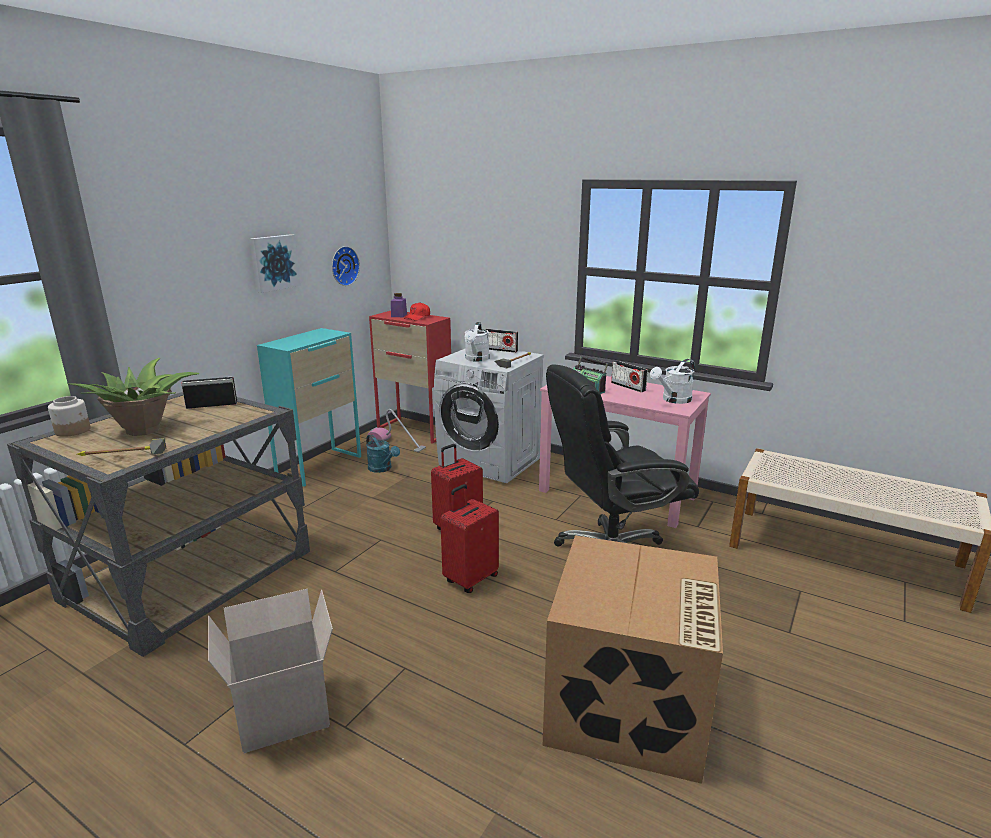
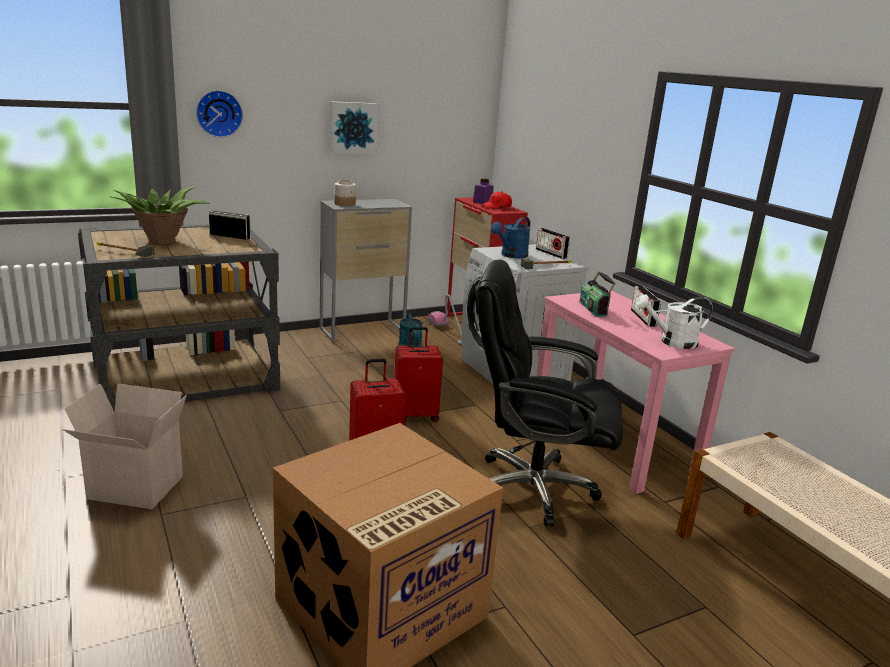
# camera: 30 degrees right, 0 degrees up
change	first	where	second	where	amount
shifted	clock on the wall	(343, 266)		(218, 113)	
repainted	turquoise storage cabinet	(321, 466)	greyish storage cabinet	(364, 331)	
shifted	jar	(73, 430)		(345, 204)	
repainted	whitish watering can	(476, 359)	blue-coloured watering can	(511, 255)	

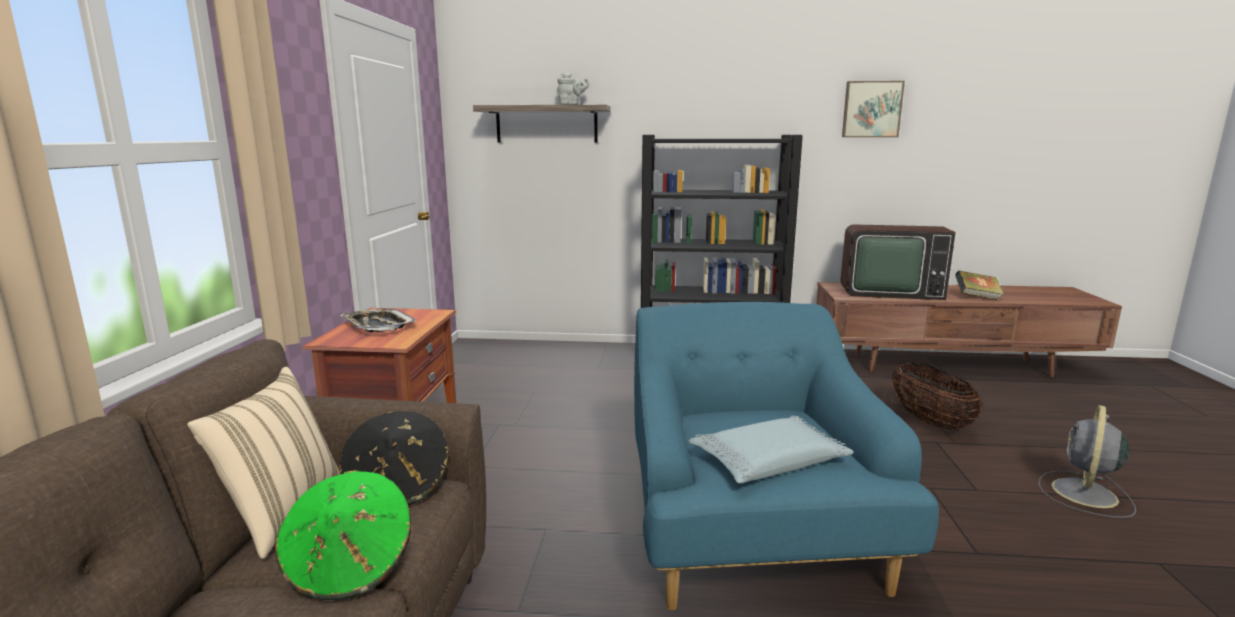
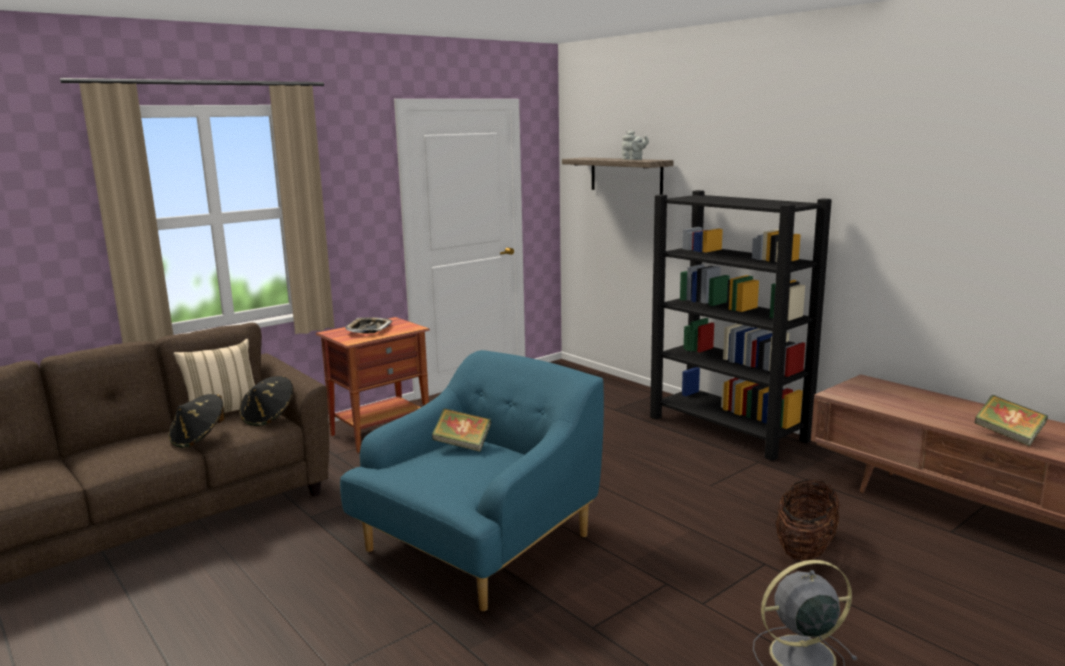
# camera: 45 degrees right, 0 degrees up
change	first	where	second	where	amount
repainted	green-coloured clothing hat	(350, 566)	blackish clothing hat	(199, 438)	
new			book	(462, 445)	
gone	blue-coloured throw pillow	(769, 457)			
gone	television	(888, 291)			
gone	wall picture	(871, 109)			

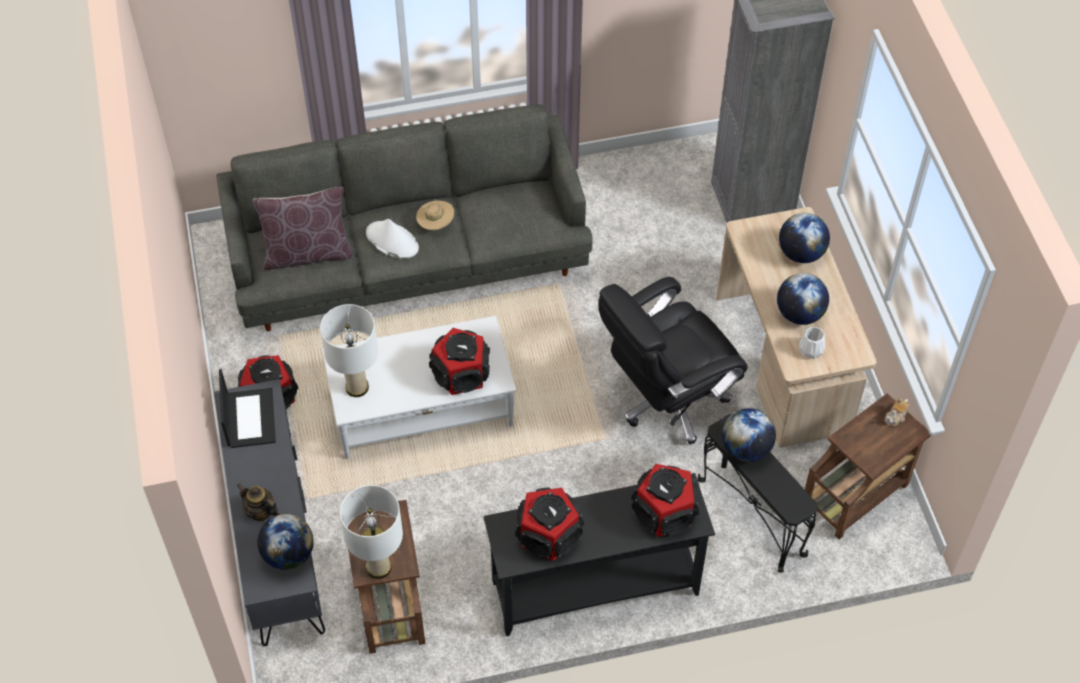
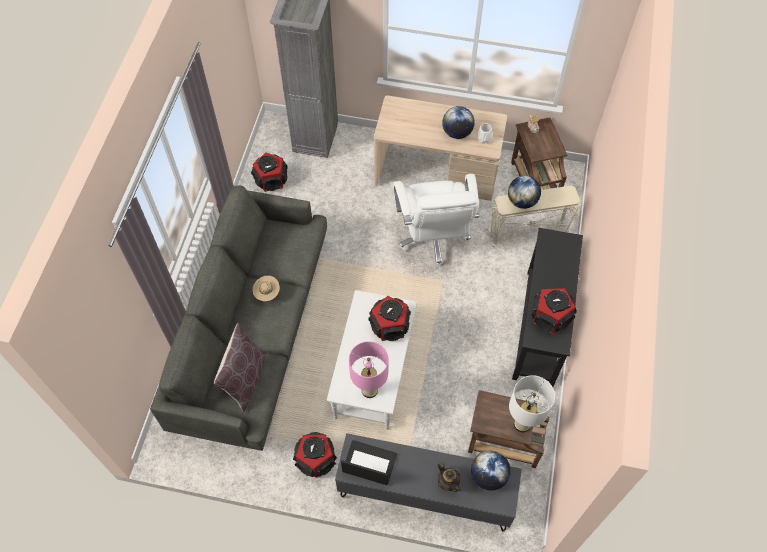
# camera: 65 degrees left, 5 degrees up
change	first	where	second	where	amount
shifted	audio speaker	(665, 513)		(272, 180)	
repainted	whitish lamp for a table	(357, 387)	pink lamp for a table	(369, 390)	
repainted	blackish desk chair	(666, 403)	whitish desk chair	(434, 240)	
rotated	tea pot	(260, 512)		(448, 482)	90 degrees counterclockwise
repainted	blackish accent table	(751, 518)	beige-coloured accent table	(528, 234)	
gone	whitish clothing hat	(392, 240)			
gone	desk globe	(801, 253)			

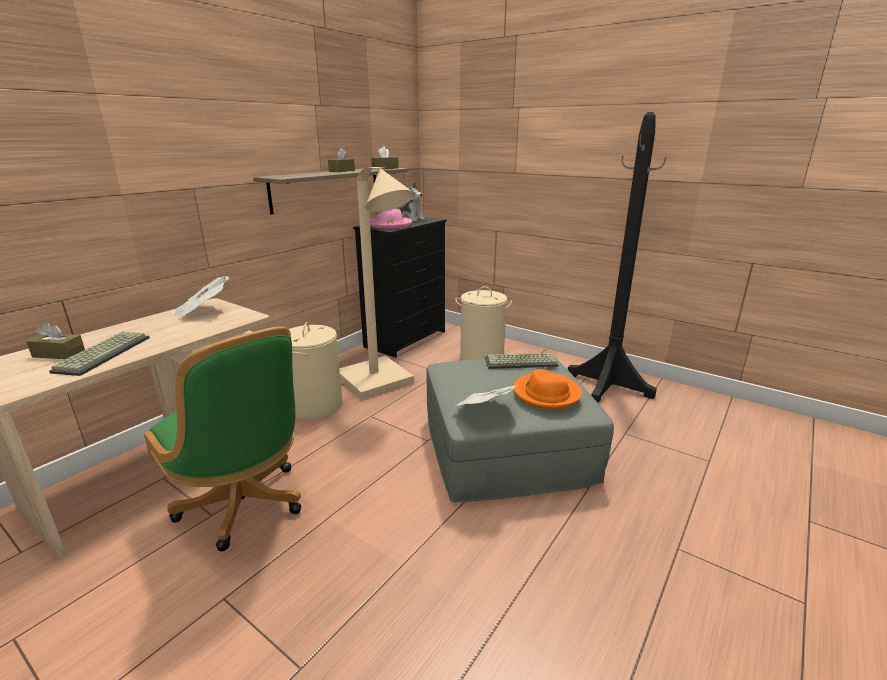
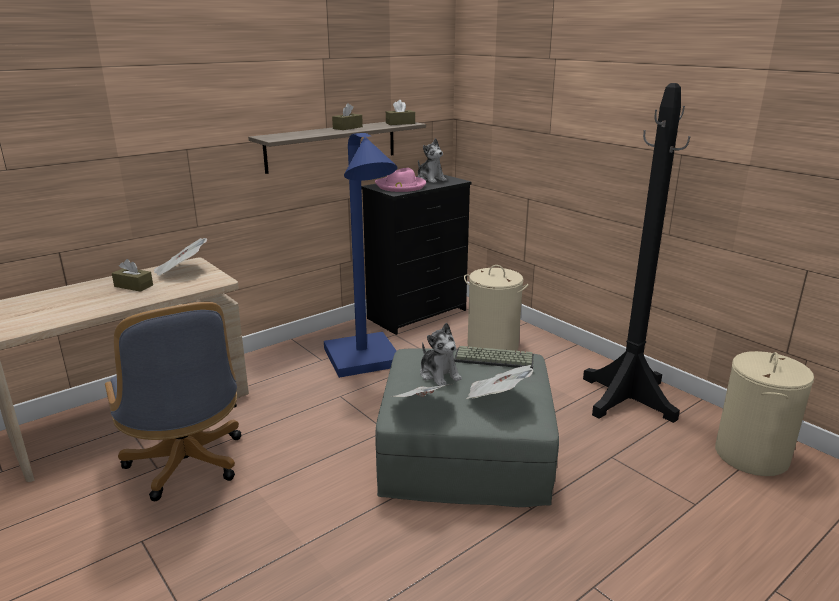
# camera: 15 degrees right, 0 degrees up
change	first	where	second	where	amount
repainted	green-coloured desk chair	(248, 510)	blue-coloured desk chair	(189, 469)	
shifted	brownish box of tissues	(59, 354)		(133, 286)	
repainted	beige-coloured standard lamp	(380, 384)	blue-coloured standard lamp	(365, 363)	
new			soft toy	(439, 375)	
swapped	orangey clothing hat	(546, 393)	newspaper	(497, 397)	
shifted	beige-coloured washing basket	(315, 406)		(751, 455)	
gone	PC keyboard	(103, 353)			

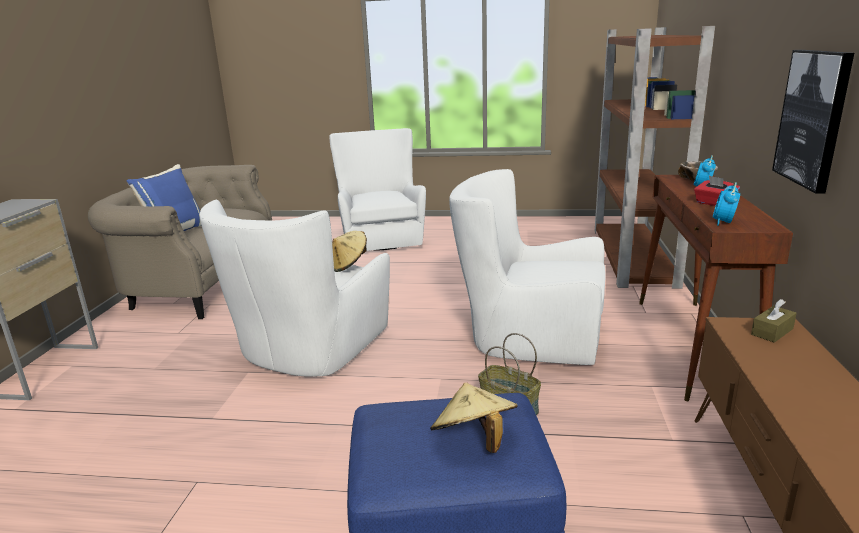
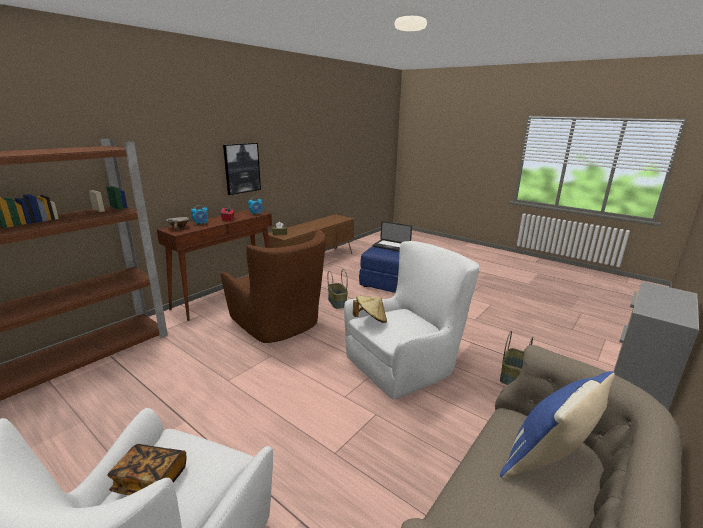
# camera: 150 degrees left, 0 degrees up
change	first	where	second	where	amount
new			book	(151, 480)	
repainted	whitish easy chair	(529, 337)	brownish easy chair	(279, 325)	
swapped	beige-coloured clothing hat	(474, 441)	laptop	(391, 246)	
new			storage basket	(512, 376)	

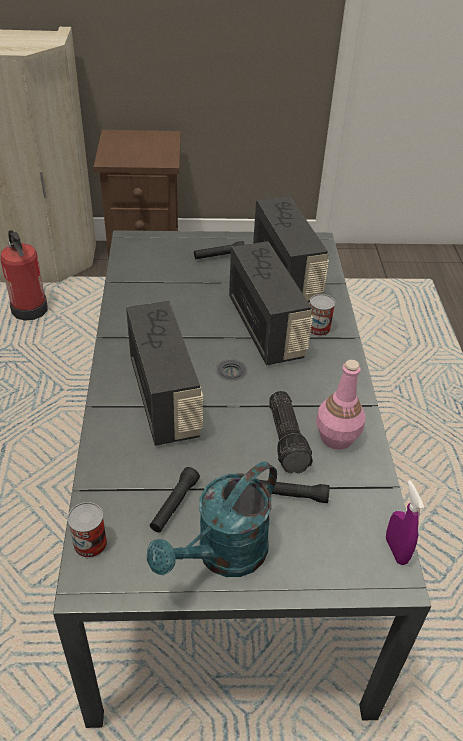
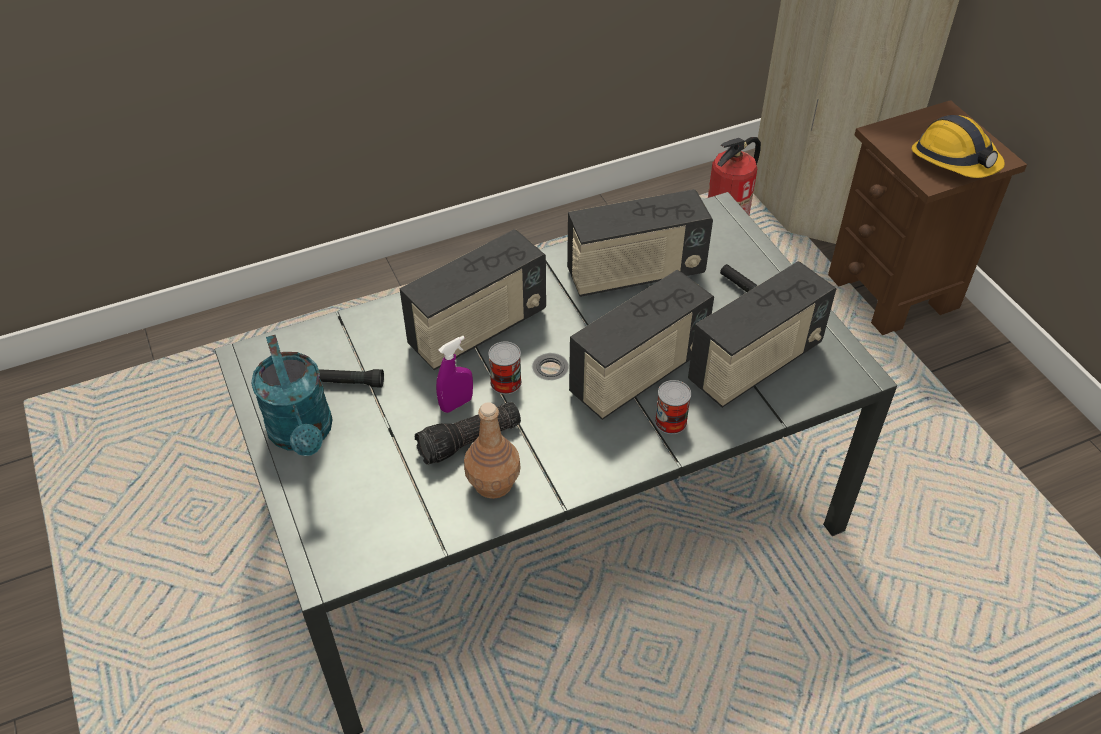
# camera: 70 degrees right, 5 degrees up
change	first	where	second	where	amount
rotated	turquoise watering can	(223, 556)		(303, 434)	135 degrees counterclockwise
shifted	purplish spray bottle	(396, 550)		(456, 404)	
repainted	pink drink bottle	(336, 437)	brownish drink bottle	(493, 482)	
shifted	sealed can	(90, 543)		(506, 382)	
new			radio	(635, 274)	
new			hard hat	(954, 160)	
gone	blackish hand torch	(290, 495)			

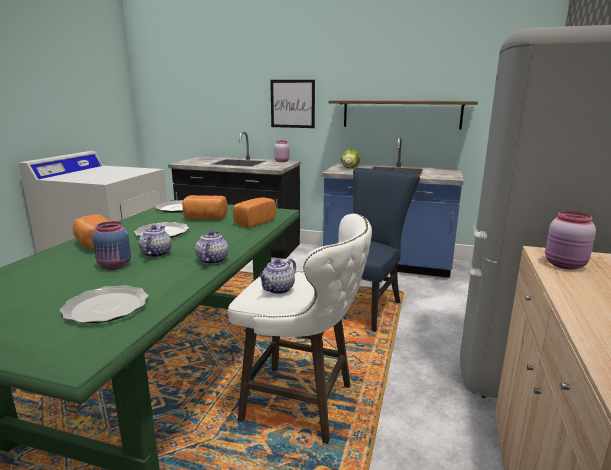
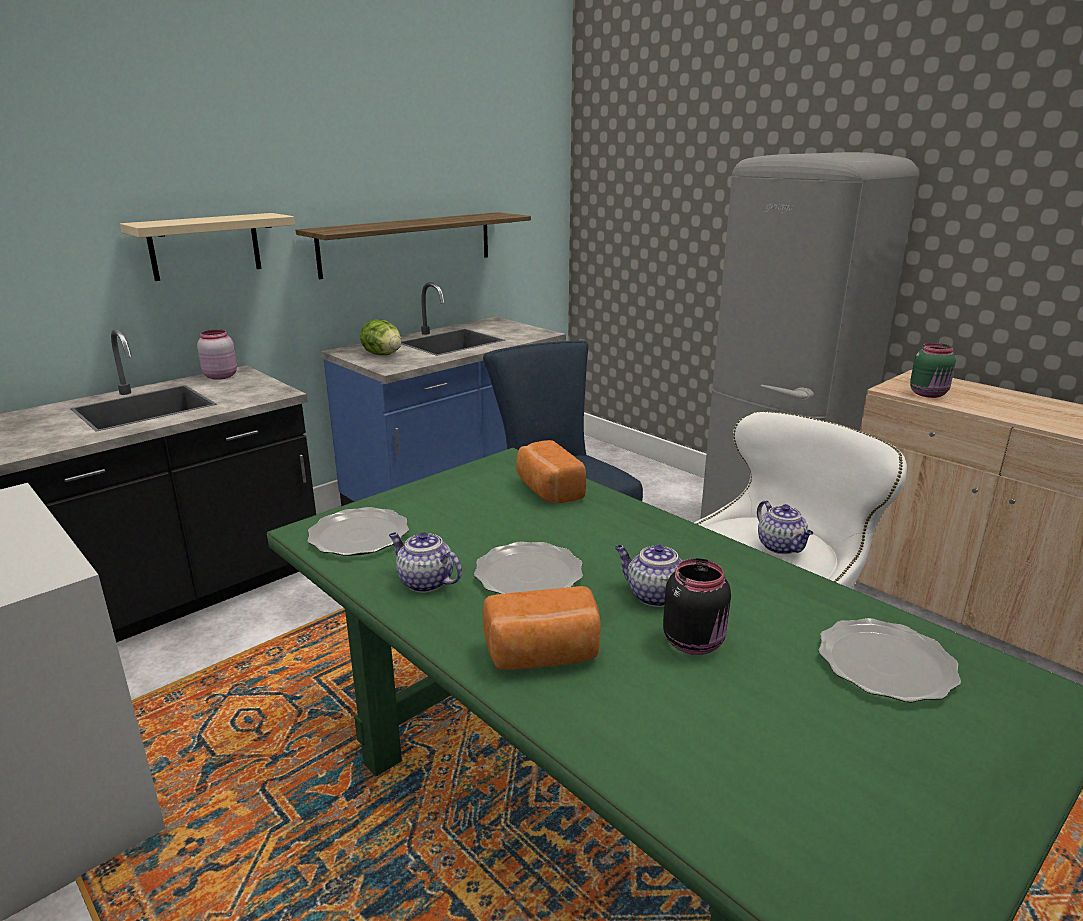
# camera: 60 degrees left, 5 degrees up
change	first	where	second	where	amount
swapped	wall picture	(292, 104)	beige-coloured bracket shelf	(205, 246)	
shifted	tea pot	(212, 260)		(424, 582)	
repainted	blue-coloured jar	(115, 266)	blackish jar	(695, 642)	
repainted	pink jar	(565, 265)	green-coloured jar	(929, 394)	
gone	baked bread	(204, 218)			

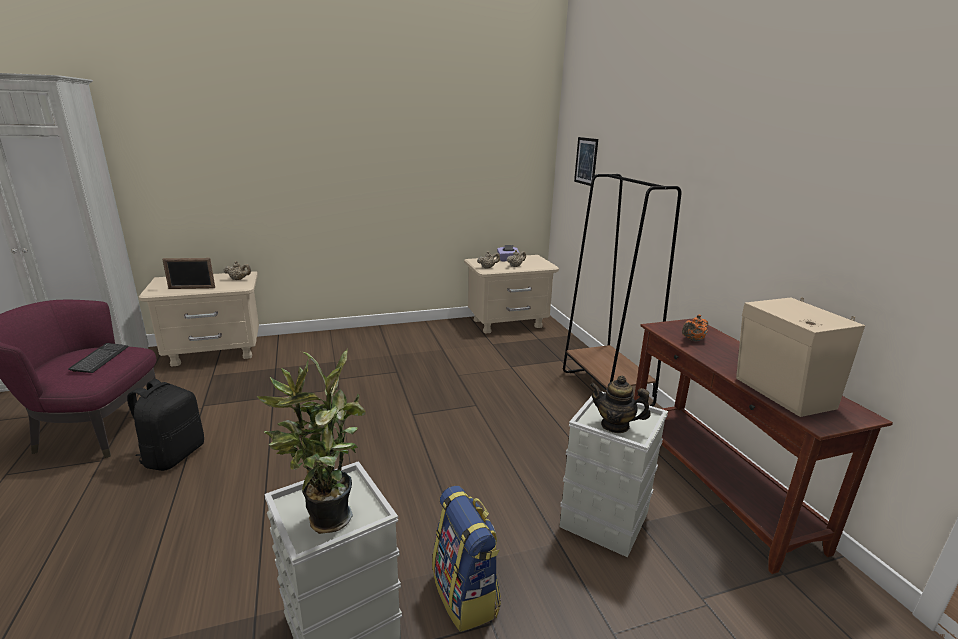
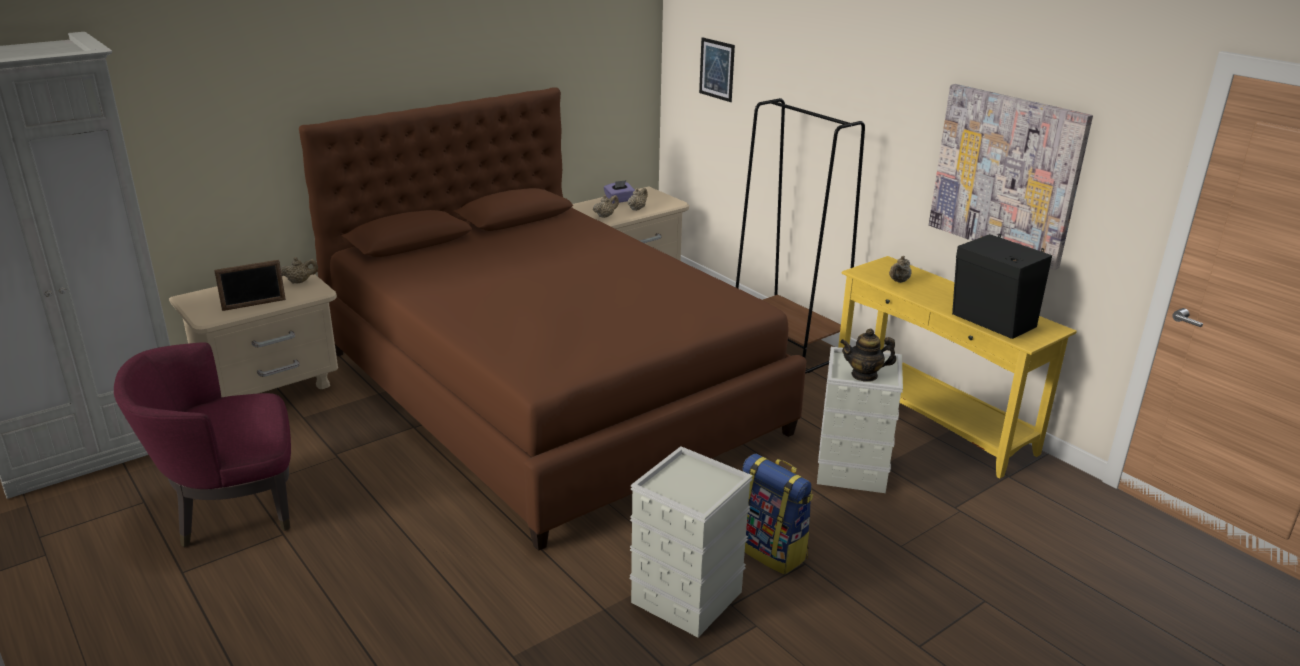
# camera: 20 degrees left, 5 degrees up
change	first	where	second	where	amount
new			brownish bedroom bed	(549, 391)	
repainted	brownish narrow table	(716, 485)	yellow narrow table	(932, 420)	
repainted	orangey tea pot	(693, 340)	beige-coloured tea pot	(898, 281)	
new			wall picture	(1006, 174)	
repainted	beige-coloured audio speaker	(782, 394)	blackish audio speaker	(992, 322)	
gone	PC keyboard	(100, 359)			
gone	blackish knapsack	(173, 455)			
gone	houseplant	(325, 521)			

